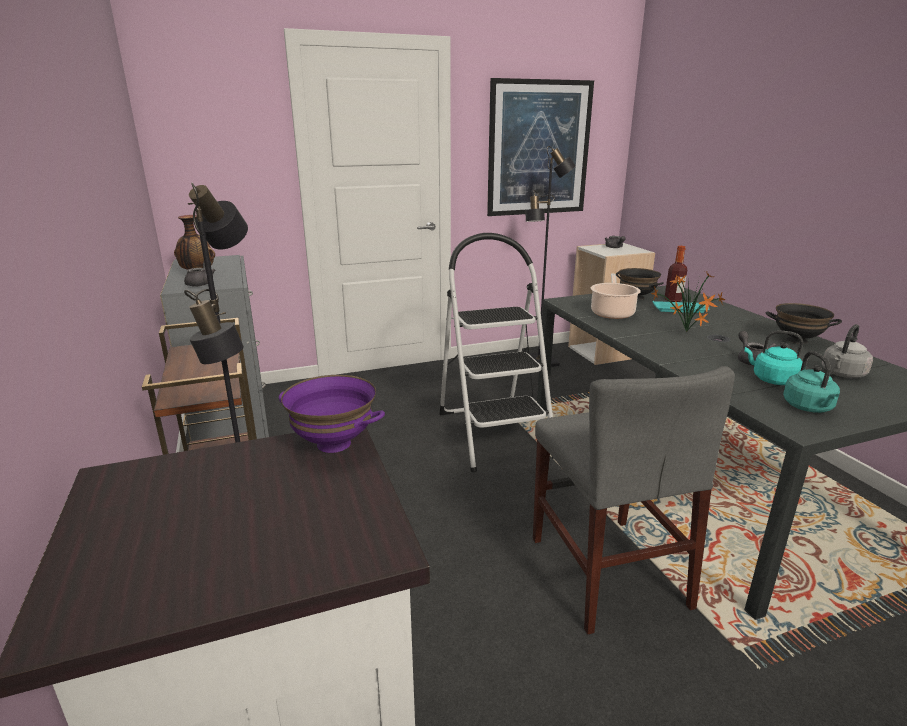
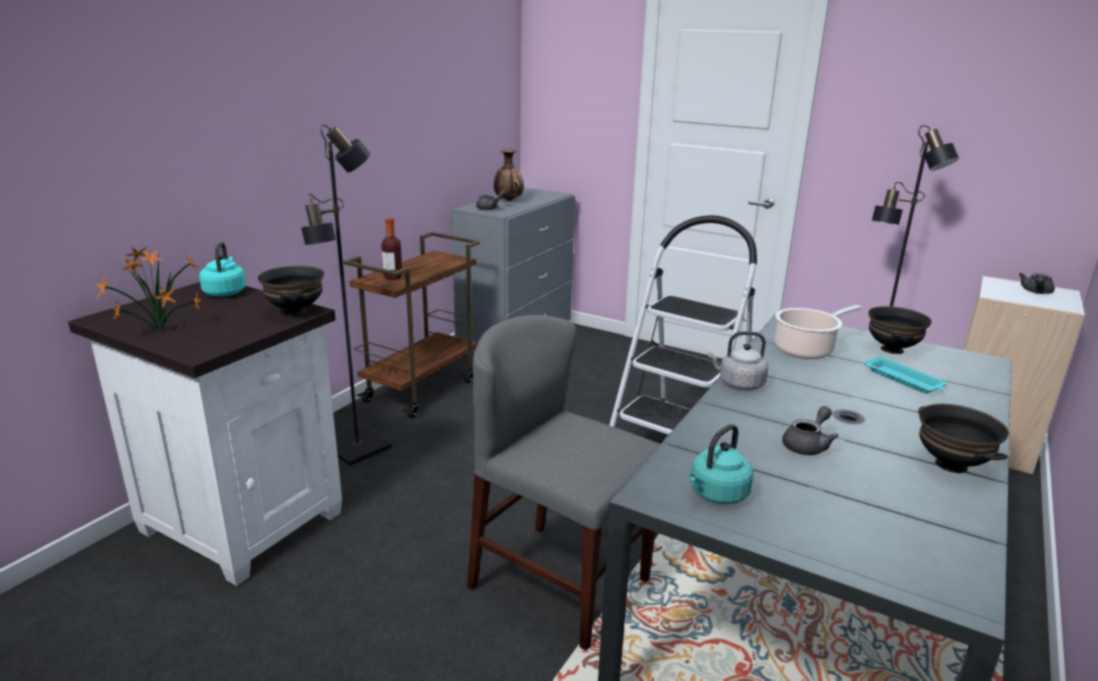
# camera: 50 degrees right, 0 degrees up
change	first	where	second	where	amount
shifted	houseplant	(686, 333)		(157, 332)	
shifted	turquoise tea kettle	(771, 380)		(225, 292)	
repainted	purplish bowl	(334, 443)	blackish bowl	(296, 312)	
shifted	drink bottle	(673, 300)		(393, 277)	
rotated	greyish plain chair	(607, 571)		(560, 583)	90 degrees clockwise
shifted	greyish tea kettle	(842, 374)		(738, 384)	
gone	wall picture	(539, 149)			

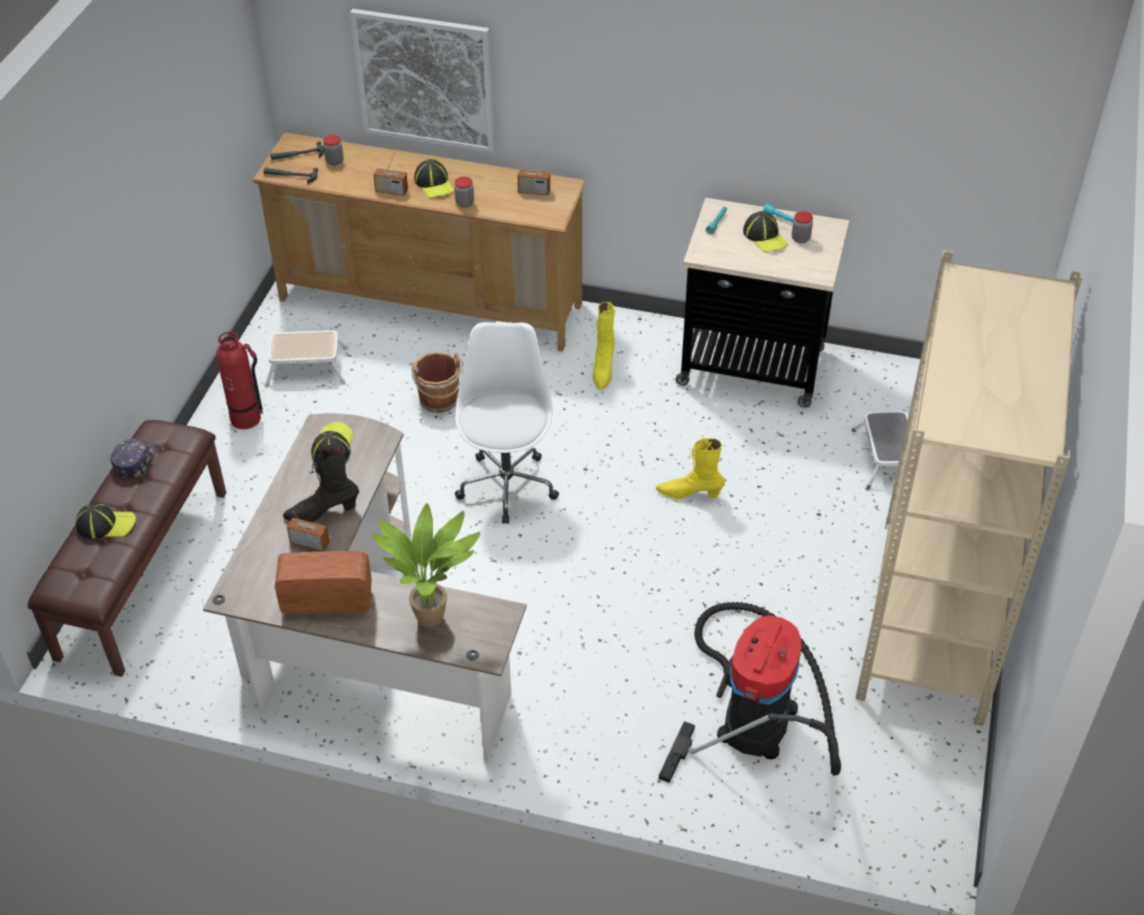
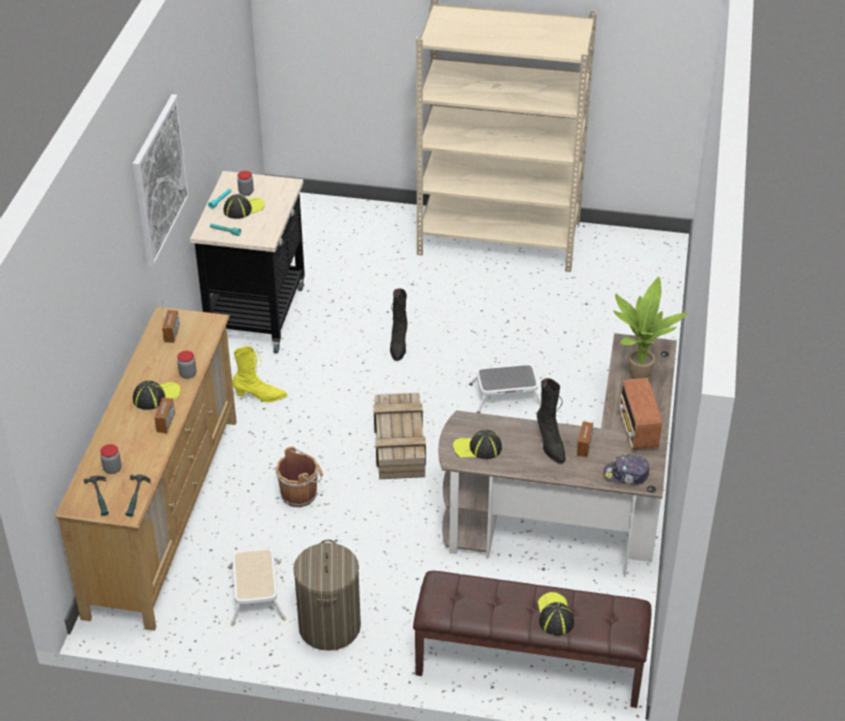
# camera: 95 degrees left, 5 degrees down
change	first	where	second	where	amount
shifted	wall picture	(425, 80)		(159, 180)	
swapped	extinguisher	(246, 419)	washing basket	(329, 627)	
swapped	whitish desk chair	(507, 484)	shipping crate	(399, 443)	
repainted	yellow high-top boot	(689, 493)	blackish high-top boot	(398, 345)	
shifted	greyish step stool	(887, 458)		(506, 397)	
shifted	baseball cap	(134, 461)		(626, 475)	
gone	vacuum	(757, 714)			

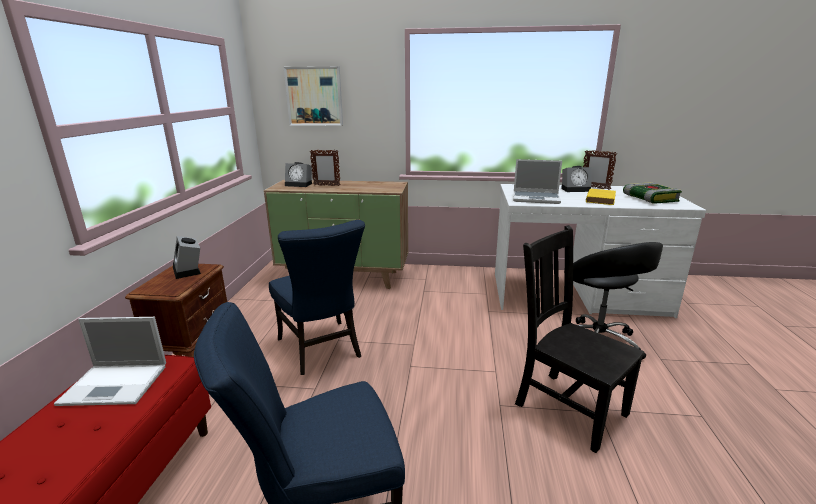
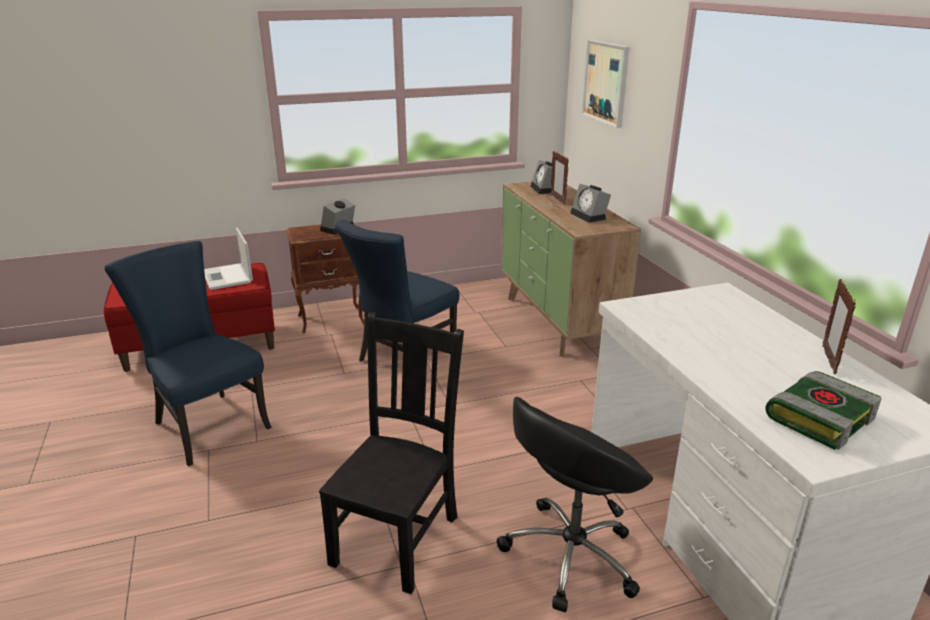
# camera: 65 degrees right, 5 degrees up
change	first	where	second	where	amount
shifted	alarm clock	(576, 189)		(590, 216)	
gone	laptop	(536, 198)			
gone	yellow book	(600, 199)			

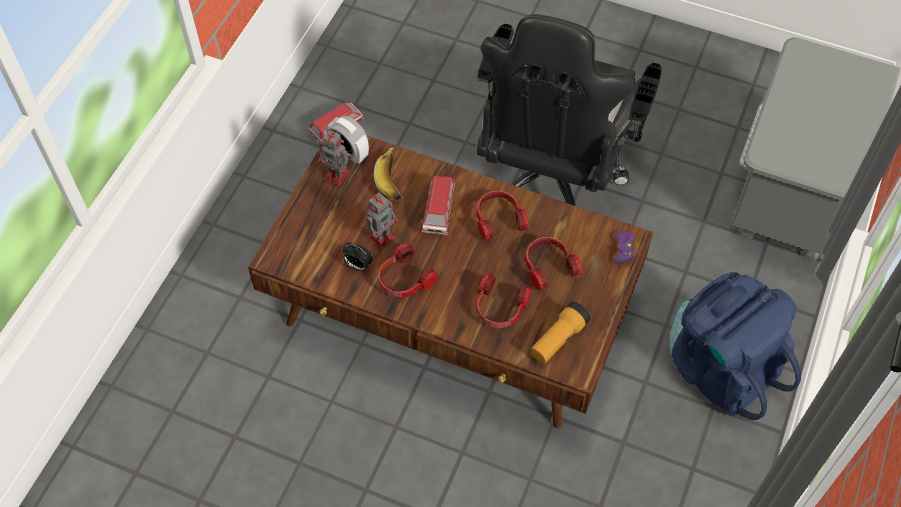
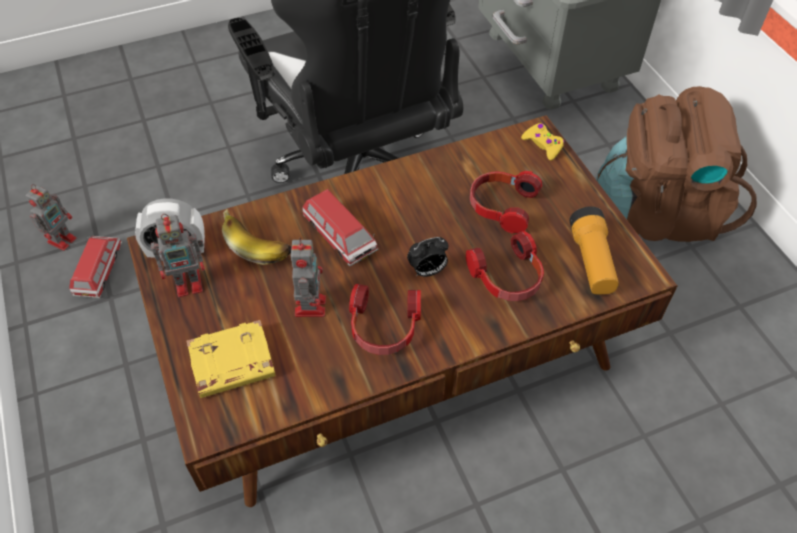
# camera: 45 degrees left, 5 degrees down
change	first	where	second	where	amount
new			robot figure	(63, 239)	
new			yellow book	(231, 364)	
shifted	alarm clock	(358, 266)		(427, 271)	
repainted	purplish joypad	(623, 249)	yellow joypad	(543, 145)	
repainted	blue-coloured knapsack	(721, 367)	brownish knapsack	(658, 212)	
gone	headset	(498, 219)			

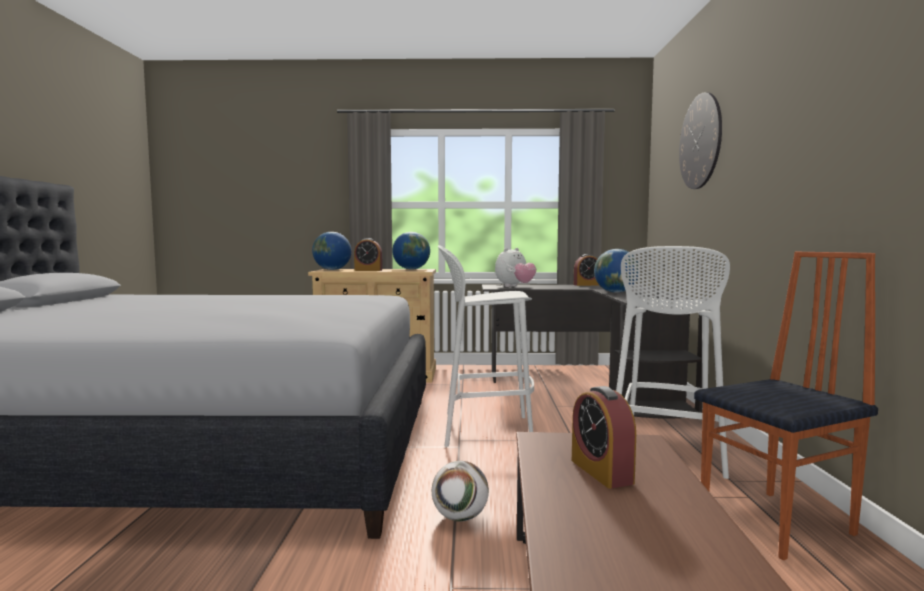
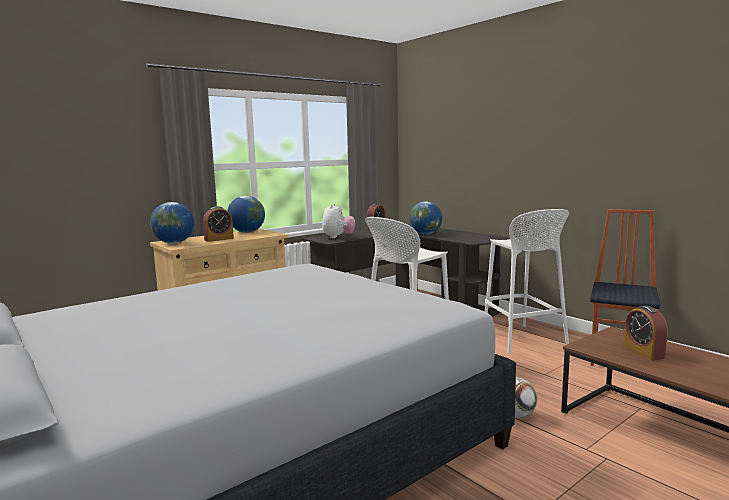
# camera: 40 degrees left, 5 degrees up
change	first	where	second	where	amount
rotated	alarm clock	(601, 471)		(643, 352)	45 degrees clockwise
gone	clock on the wall	(700, 141)			

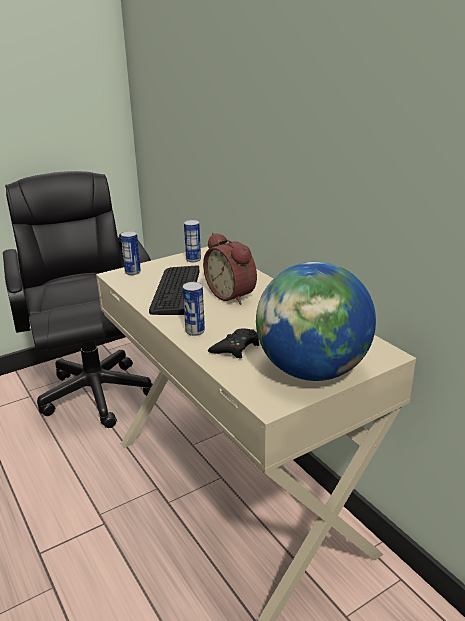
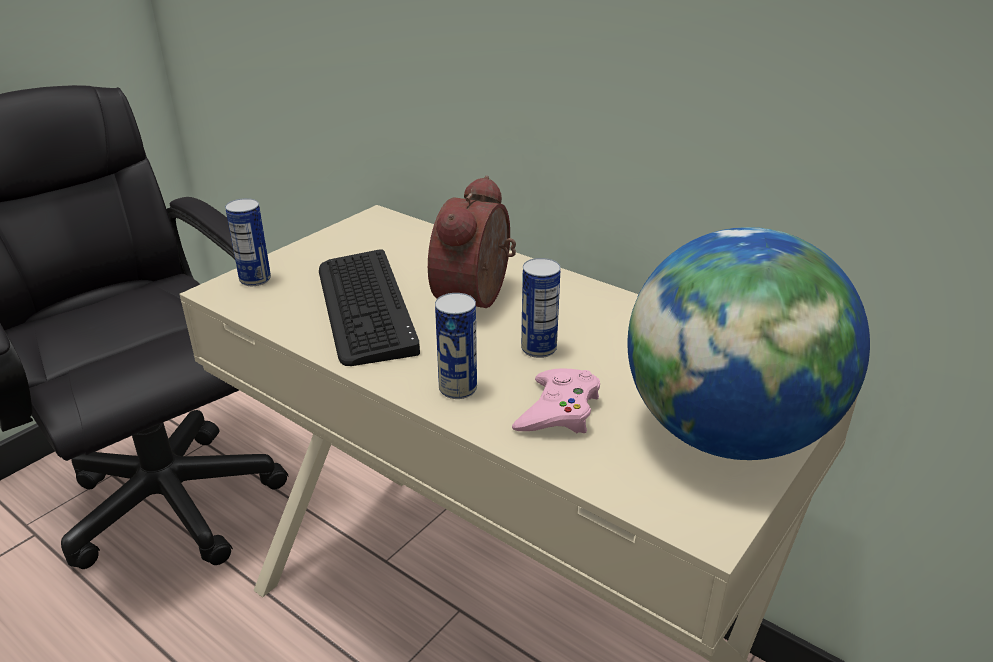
# camera: 20 degrees left, 5 degrees up
change	first	where	second	where	amount
rotated	alarm clock	(233, 295)		(478, 299)	75 degrees clockwise
repainted	blackish joypad	(236, 348)	pink joypad	(558, 410)	
shifted	sealed can	(193, 259)		(538, 349)	

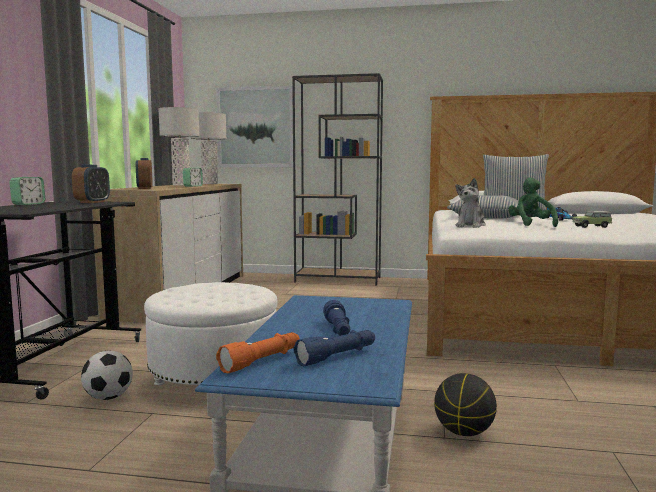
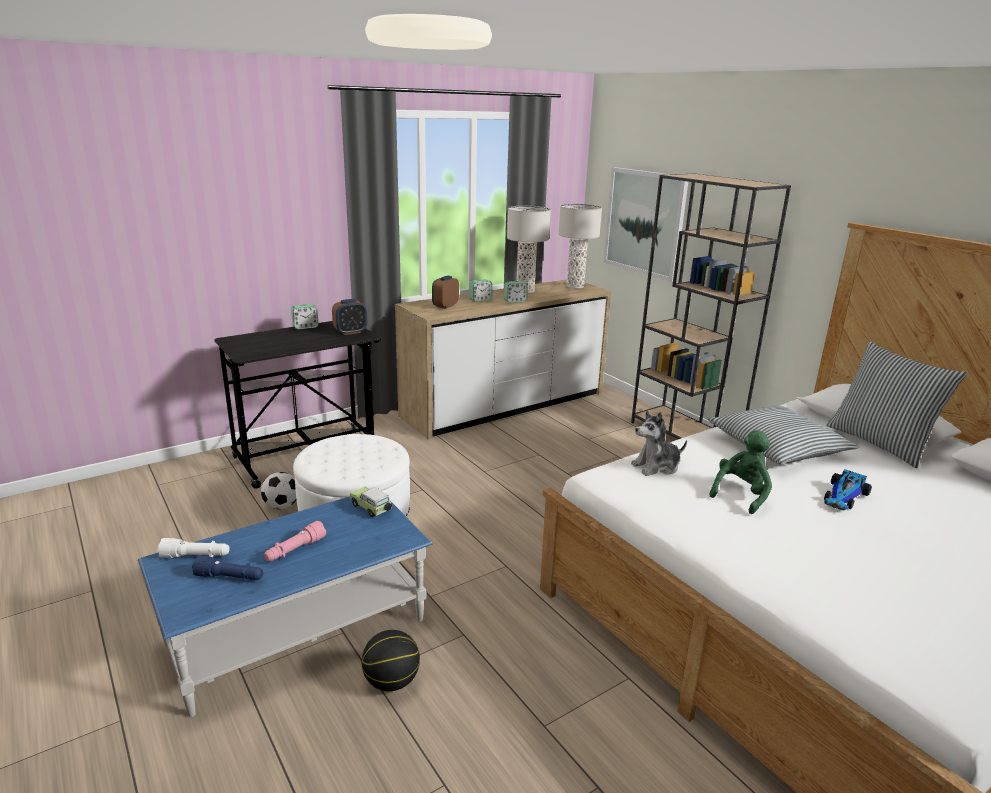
# camera: 45 degrees right, 15 degrees up
change	first	where	second	where	amount
repainted	orangey hand torch	(262, 361)	whitish hand torch	(196, 556)	
repainted	blue-coloured hand torch	(338, 330)	pink hand torch	(295, 550)	
shifted	model car	(592, 227)		(371, 509)	
new			alarm clock	(480, 300)	

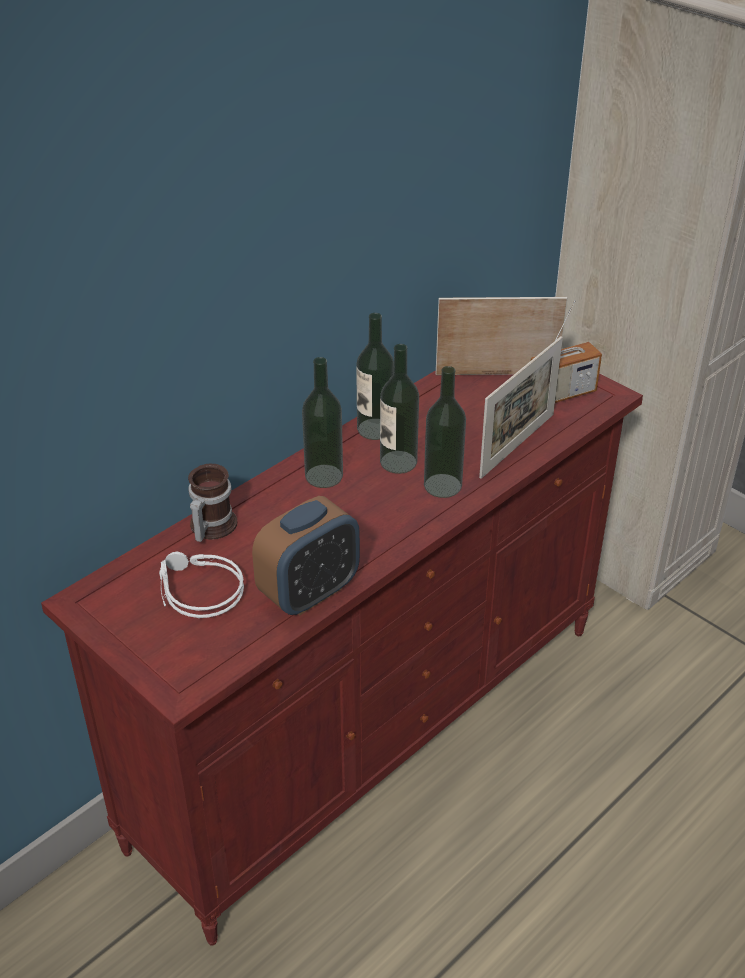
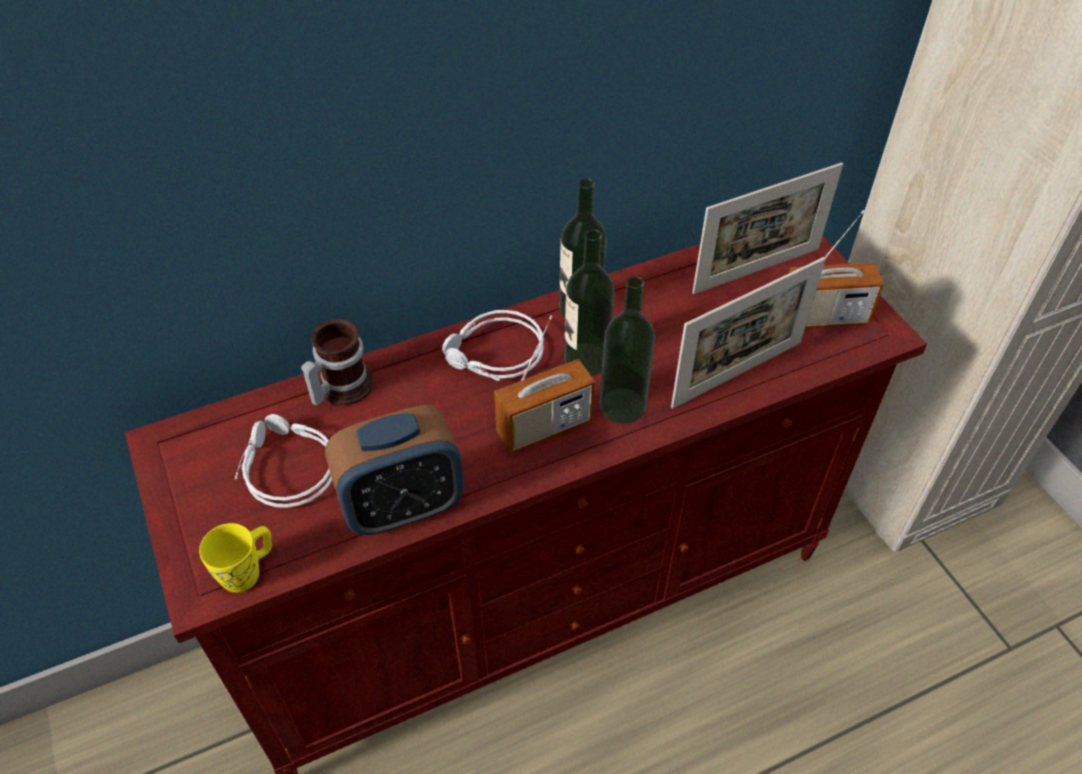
# camera: 20 degrees right, 10 degrees up
change	first	where	second	where	amount
new			yellow coffee mug	(248, 571)	
swapped	drink bottle	(324, 476)	greyish headset	(494, 355)	
new			radio	(544, 427)	
rotated	standing frame	(496, 374)		(756, 270)	135 degrees clockwise

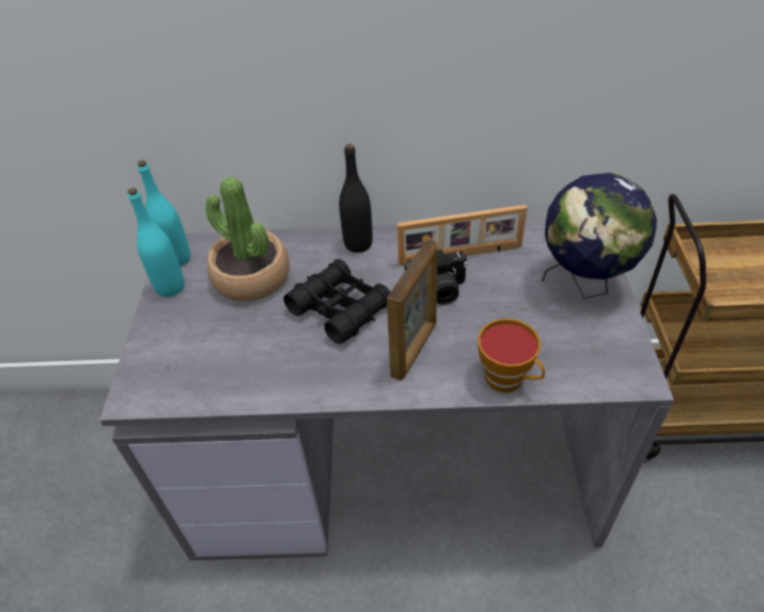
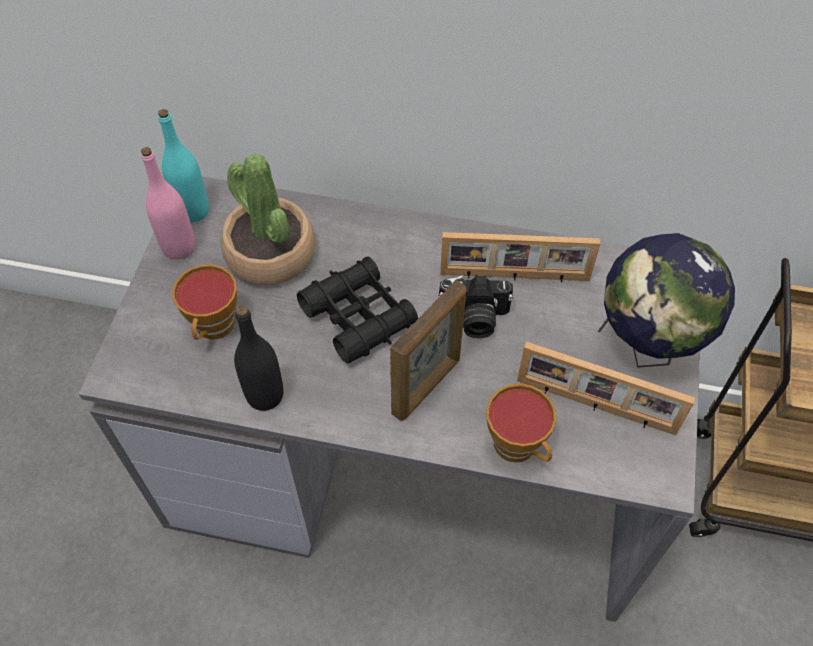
# camera: 10 degrees right, 10 degrees up
change	first	where	second	where	amount
repainted	turquoise drink bottle	(170, 287)	pink drink bottle	(179, 247)	
new			drinking cup	(214, 327)	
shifted	blackish drink bottle	(358, 244)		(265, 395)	
new			standing frame	(595, 407)	

